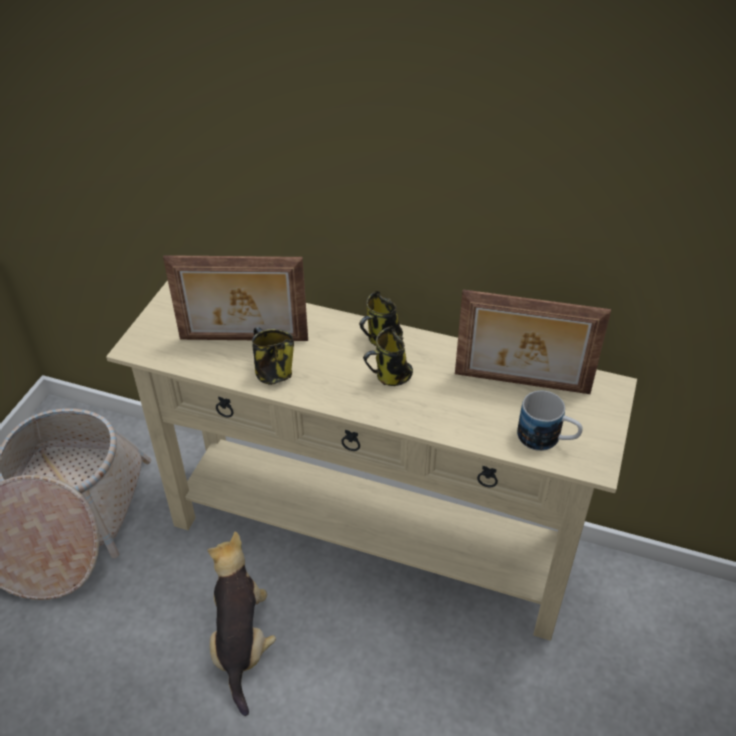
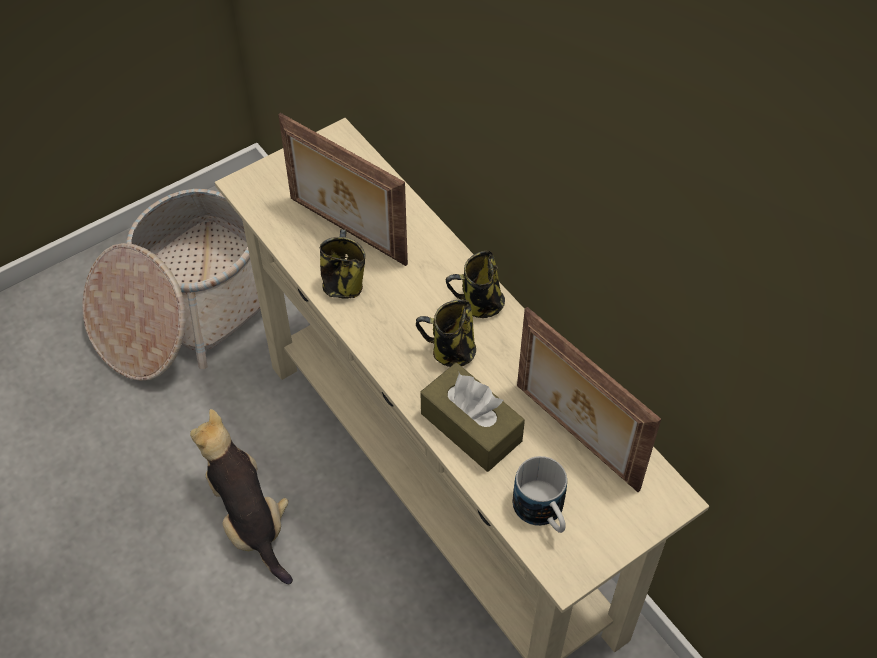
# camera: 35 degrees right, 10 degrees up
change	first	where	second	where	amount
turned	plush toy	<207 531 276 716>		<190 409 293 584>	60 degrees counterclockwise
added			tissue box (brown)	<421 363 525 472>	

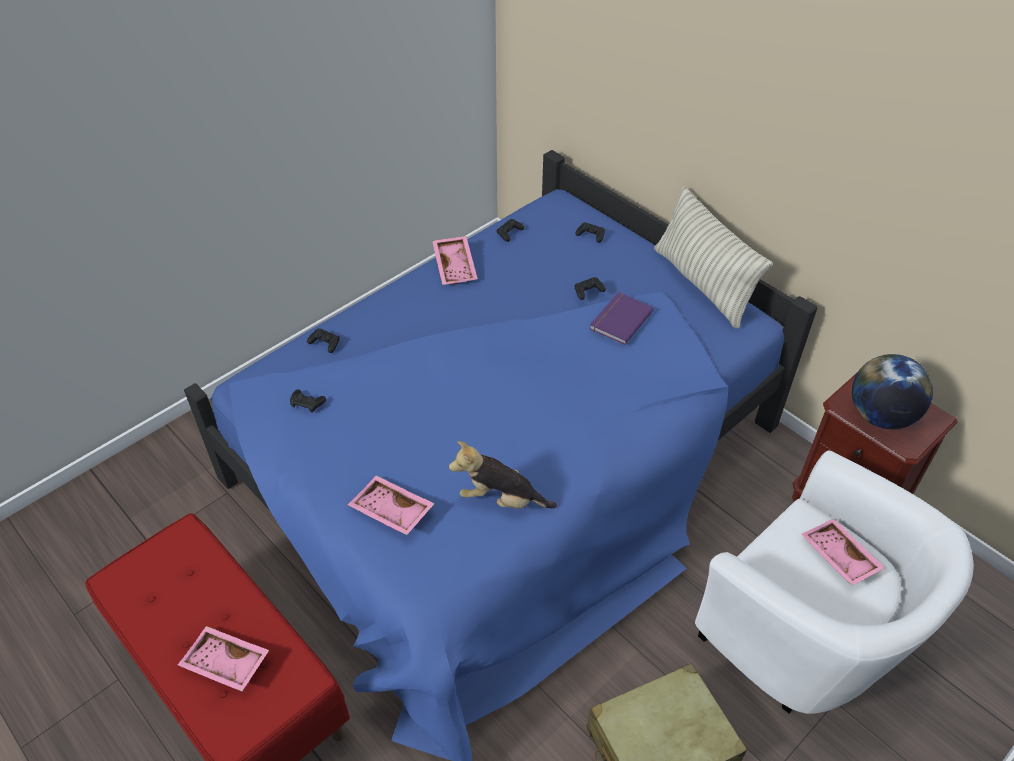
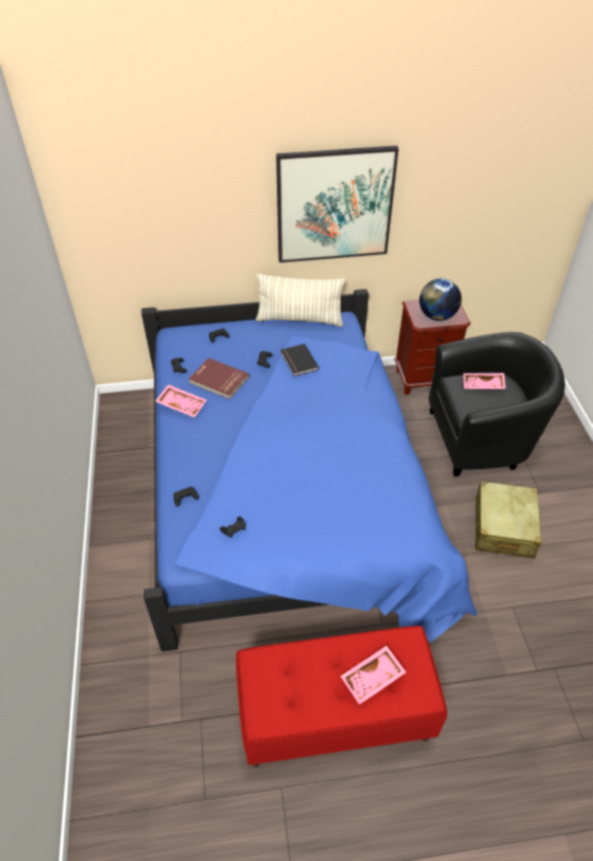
# camera: 55 degrees left, 0 degrees up
change	first	where	second	where	amount
removed	tray (pink)	<348 476 435 535>			
removed	plush toy	<449 441 557 509>			
recoloured	book (purple)	<590 292 654 345>	book (black)	<281 344 319 376>	
recoloured	armchair (white)	<695 450 974 714>	armchair (black)	<429 332 565 477>	
added			book (red)	<189 358 249 399>	
added			picture	<276 146 399 263>	

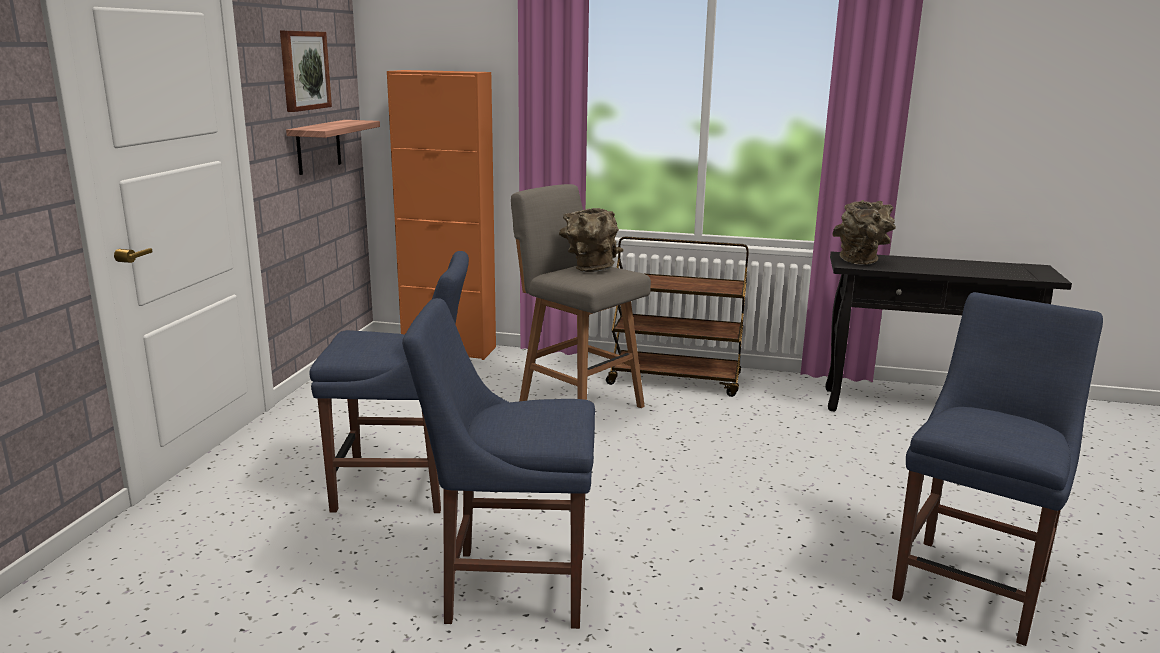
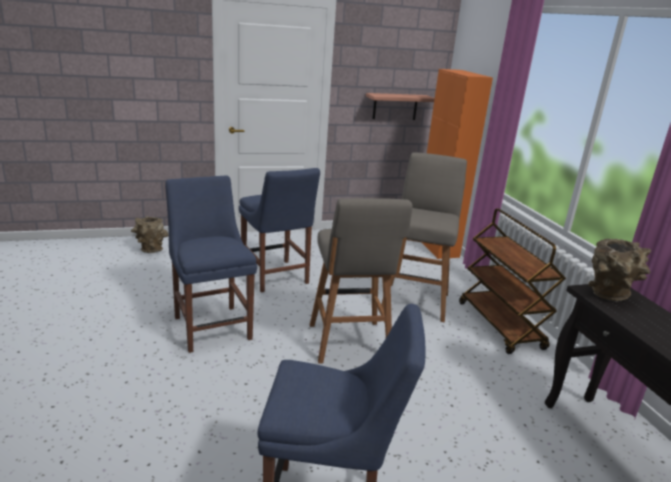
# camera: 60 degrees right, 5 degrees up
change	first	where	second	where	amount
removed	picture	<280 31 332 112>			
moved	vase (brown)	<559 208 624 272>		<131 216 169 253>	
added			stool (grey)	<310 198 412 364>	

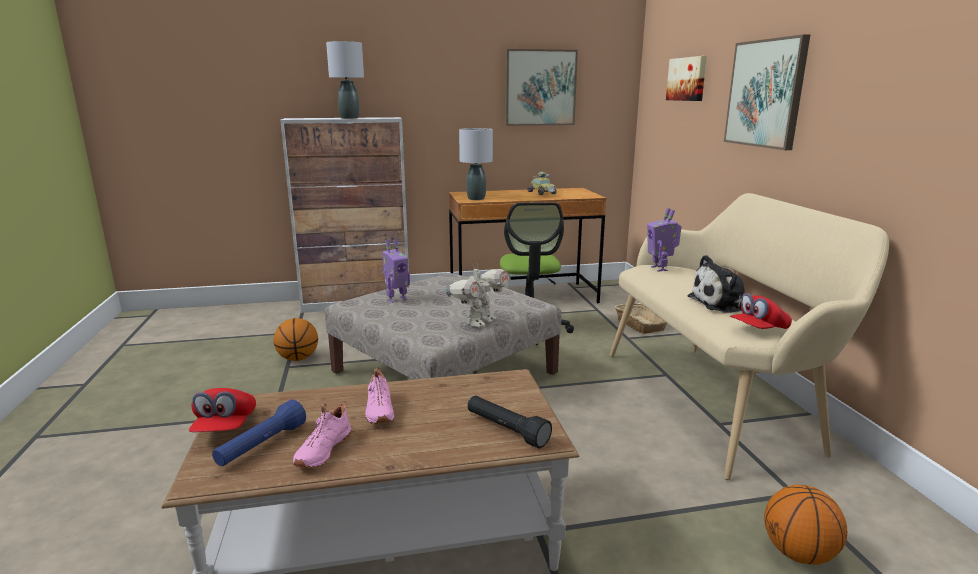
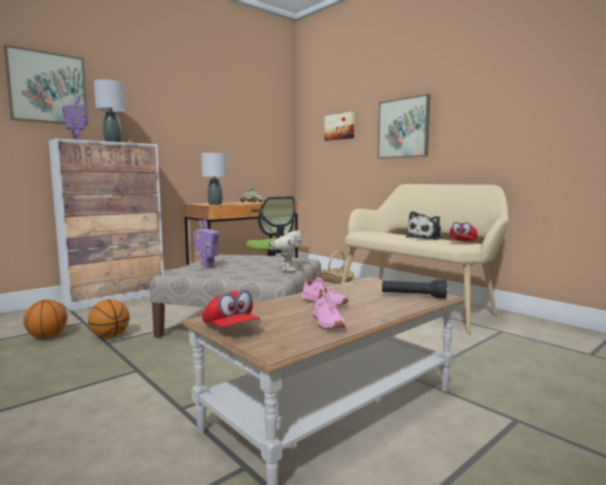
# camera: 30 degrees left, 10 degrees down
change	first	where	second	where	amount
removed	flashlight (blue)	<212 399 306 466>			
moved	picture	<505 49 578 126>		<4 45 88 126>	
moved	toy robot	<647 208 682 272>		<62 95 88 140>	
moved	basketball	<764 485 847 565>		<23 299 67 339>	

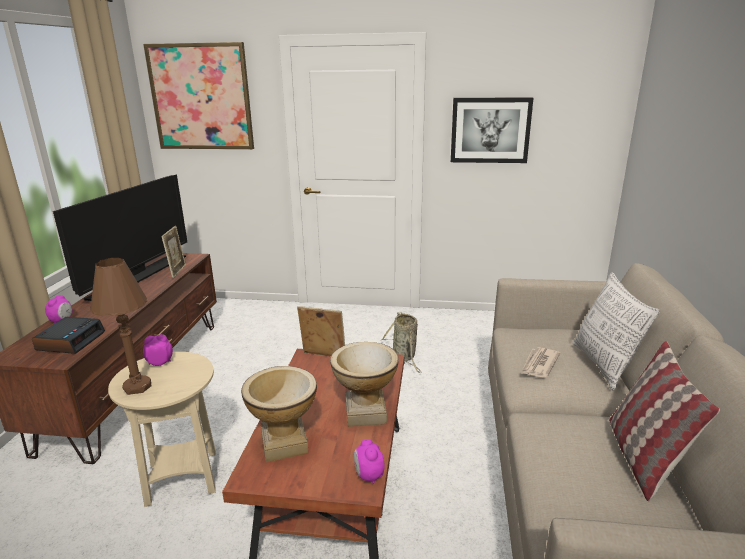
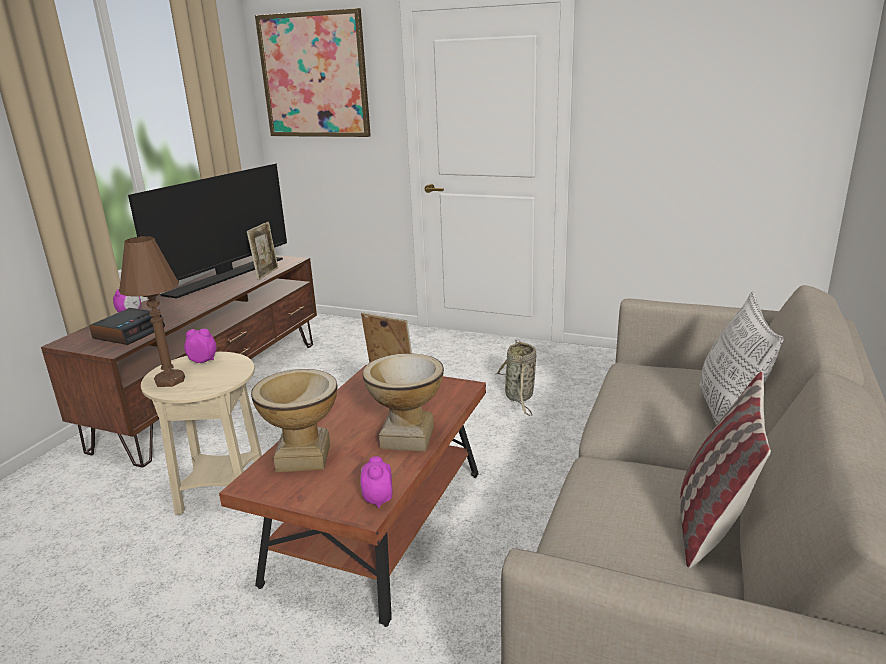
# camera: 15 degrees right, 0 degrees up
change	first	where	second	where	amount
removed	picture	<451 97 533 163>			
removed	newspaper	<521 347 560 378>			

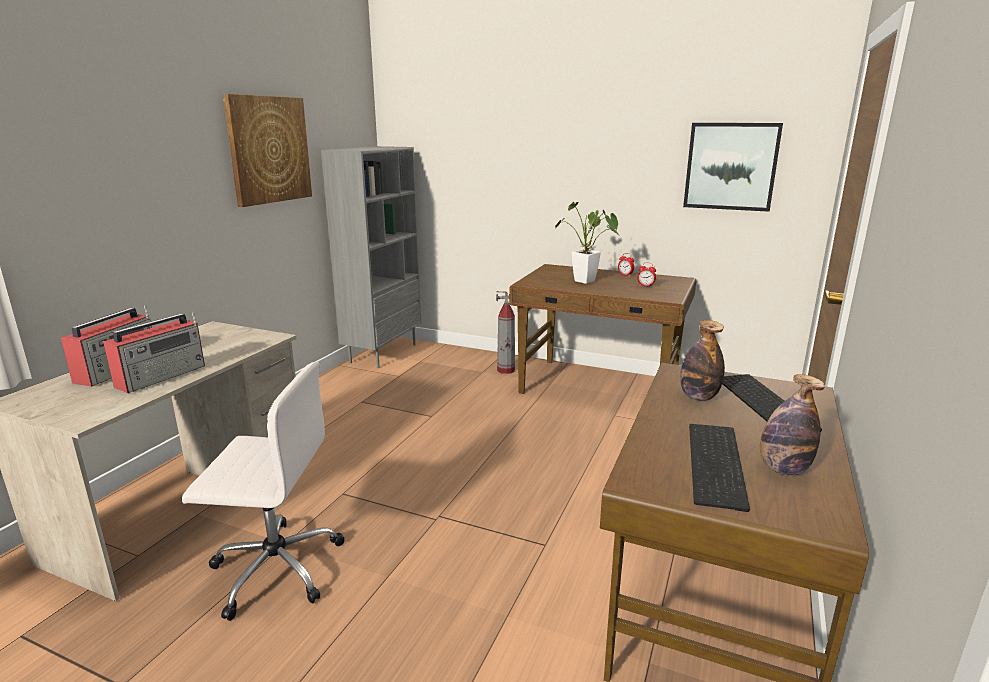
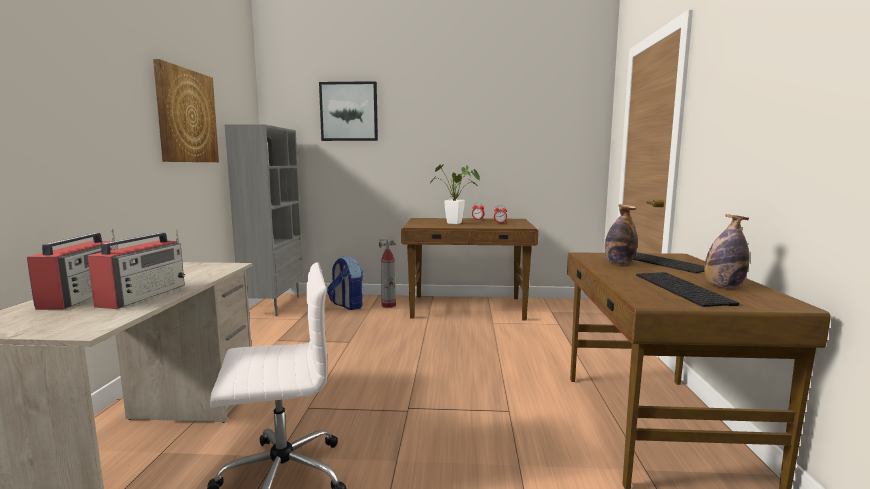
# camera: 20 degrees left, 10 degrees down
change	first	where	second	where	amount
moved	picture	<683 123 783 212>		<319 81 378 141>	
added			backpack	<327 256 364 310>	

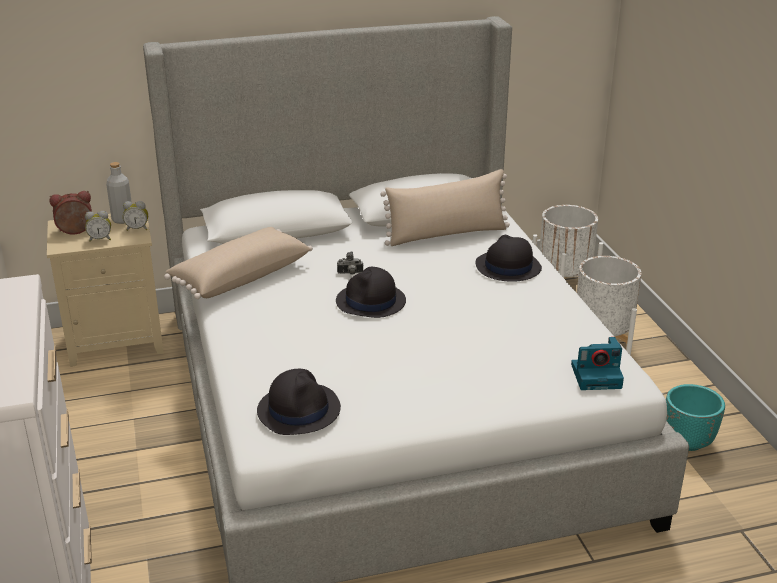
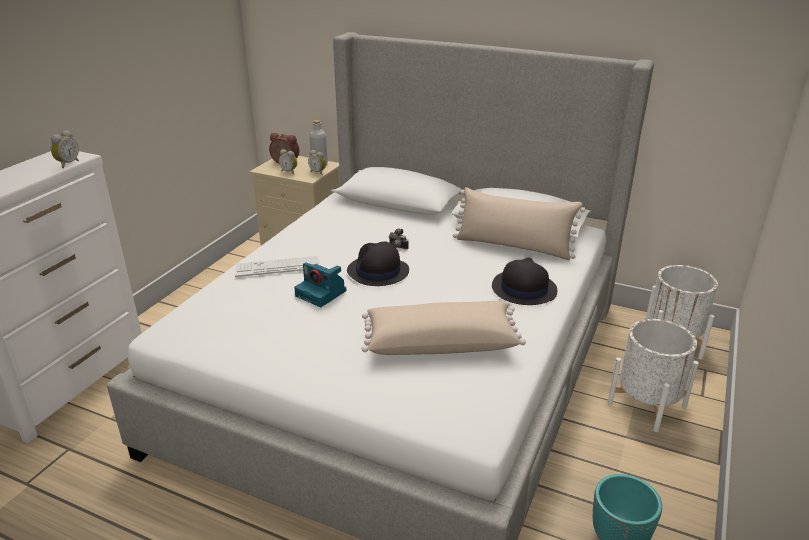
# camera: 40 degrees right, 0 degrees up
change	first	where	second	where	amount
moved	pillow (beige)	<164 227 313 299>		<362 301 526 355>	
removed	hat (black)	<257 369 341 435>			
moved	photo camera	<571 337 624 390>		<294 262 346 307>	
added			alarm clock	<51 130 79 168>	
added			keyboard	<235 256 320 277>	

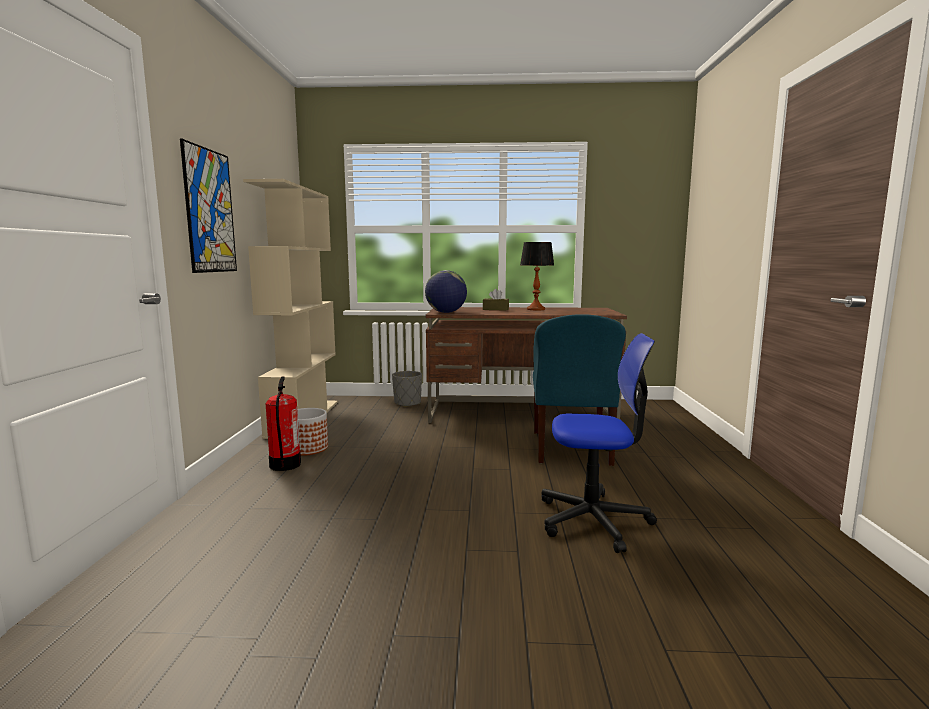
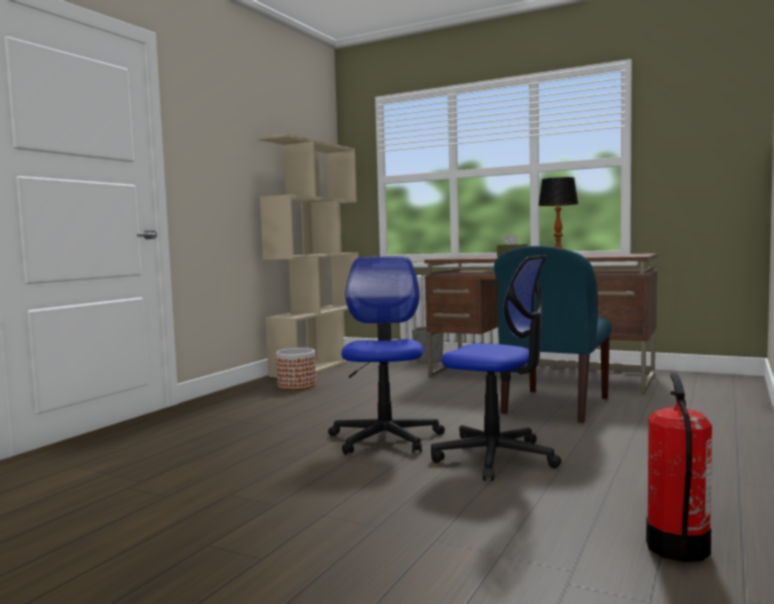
# camera: 25 degrees right, 5 degrees down
change	first	where	second	where	amount
removed	picture	<180 139 237 273>			
moved	fire extinguisher	<266 377 301 471>		<646 373 712 562>	
removed	globe	<425 270 467 313>			
added			office chair	<328 256 445 454>	

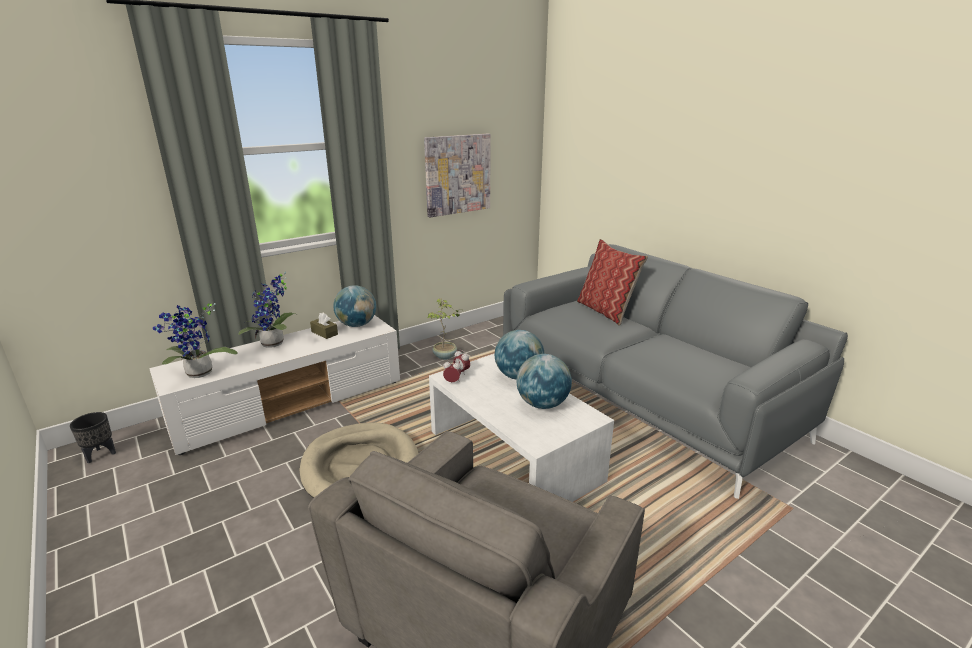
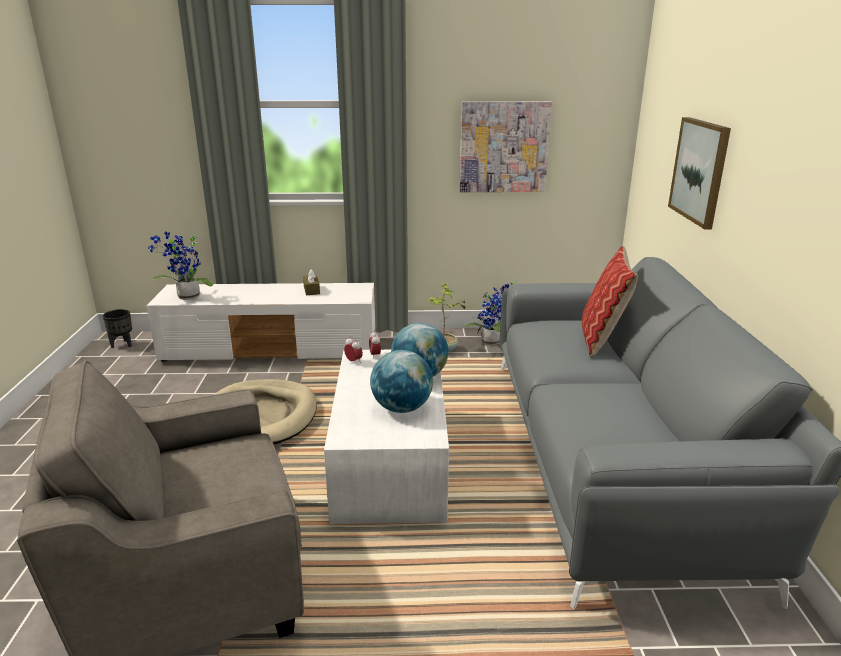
# camera: 35 degrees right, 0 degrees up
change	first	where	second	where	amount
moved	potted plant	<238 272 298 348>		<464 281 517 345>	
removed	globe	<333 285 376 327>			
added			picture	<668 117 731 229>	

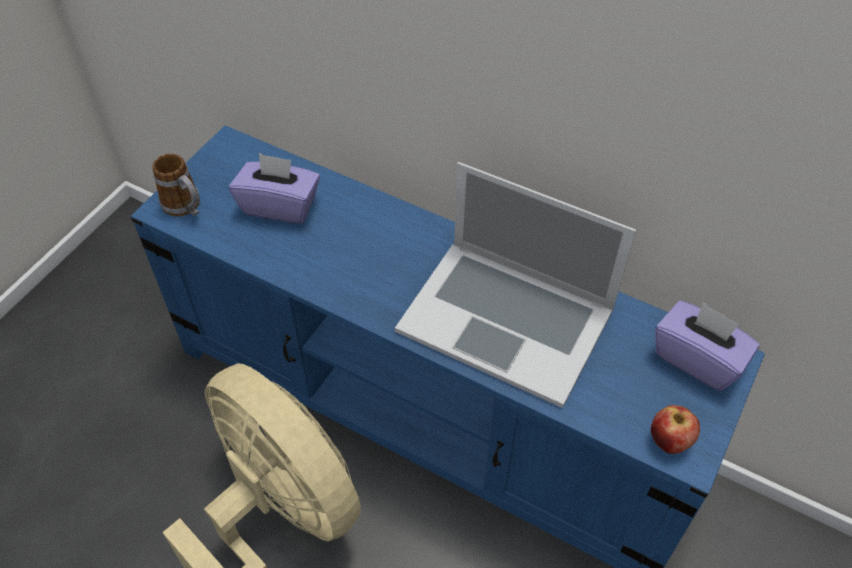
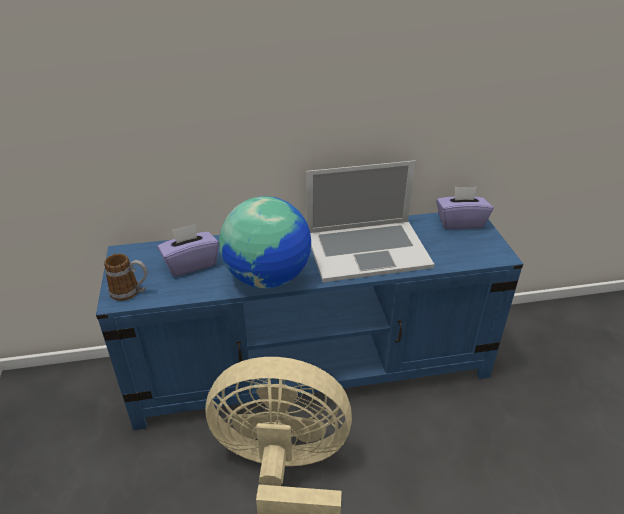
# camera: 40 degrees left, 15 degrees down
change	first	where	second	where	amount
removed	apple	<651 405 700 454>			
added			globe	<219 196 311 288>	

